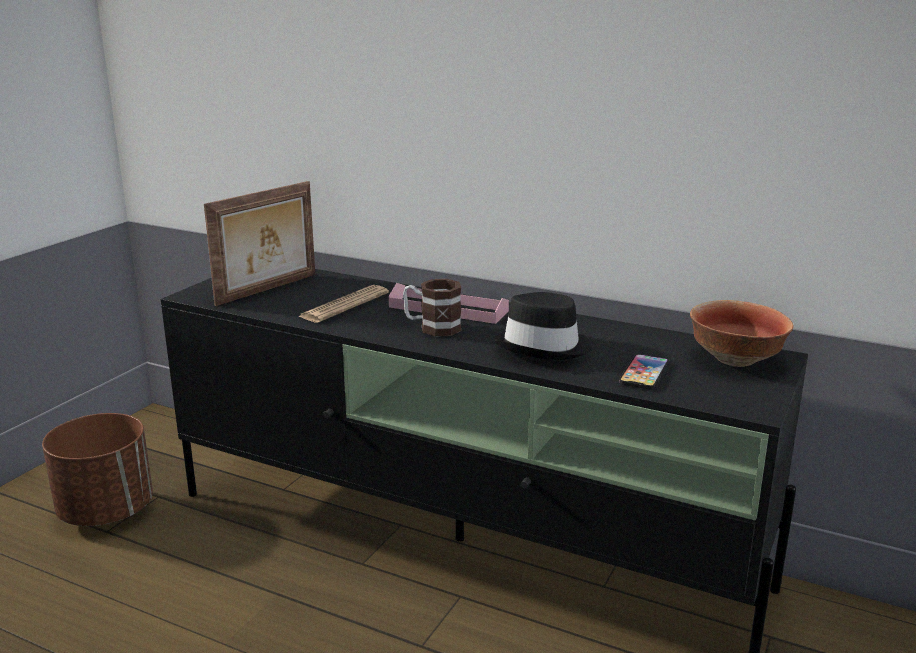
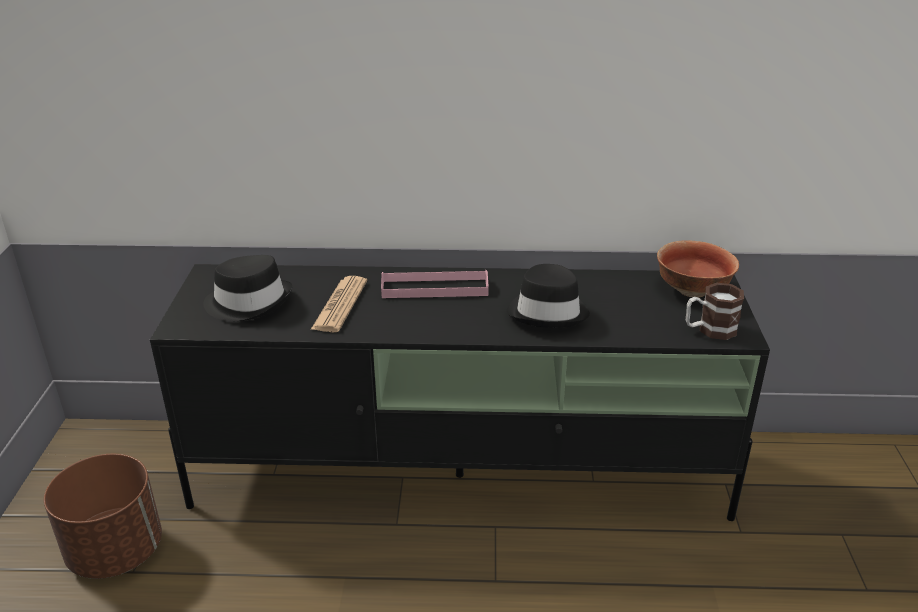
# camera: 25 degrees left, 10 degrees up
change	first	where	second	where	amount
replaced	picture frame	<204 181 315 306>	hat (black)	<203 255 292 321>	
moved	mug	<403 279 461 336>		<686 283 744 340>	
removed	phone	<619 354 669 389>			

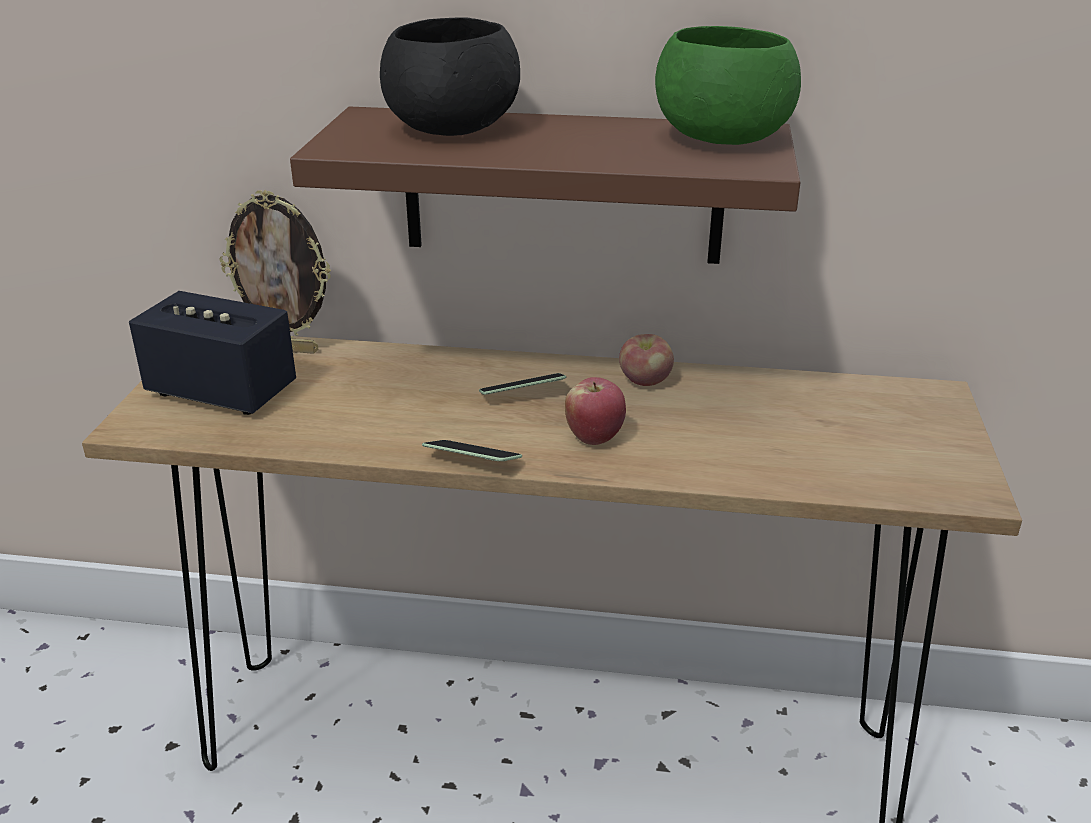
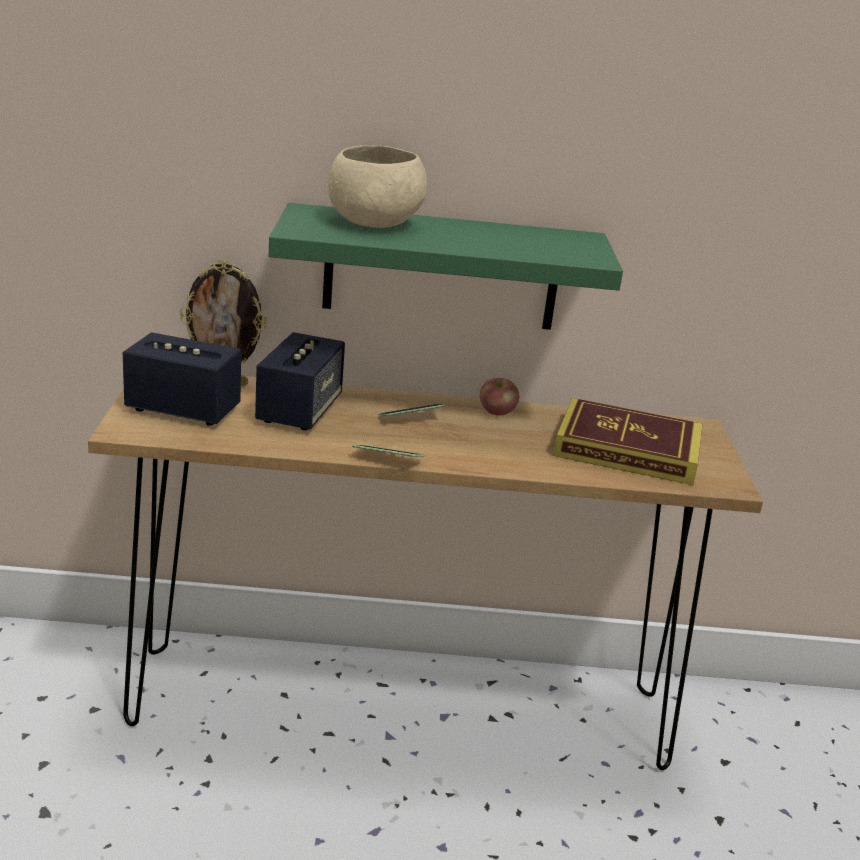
# camera: 10 degrees left, 5 degrees down
change	first	where	second	where	amount
recoloured	shelf (brown)	<290 106 800 264>	shelf (green)	<269 203 623 330>	
recoloured	bowl (black)	<380 17 520 136>	bowl (beige)	<328 146 427 228>	
removed	apple	<565 377 626 445>			
removed	bowl (green)	<655 26 801 145>			
added			speaker	<255 332 345 430>	
added			book	<553 398 703 485>	

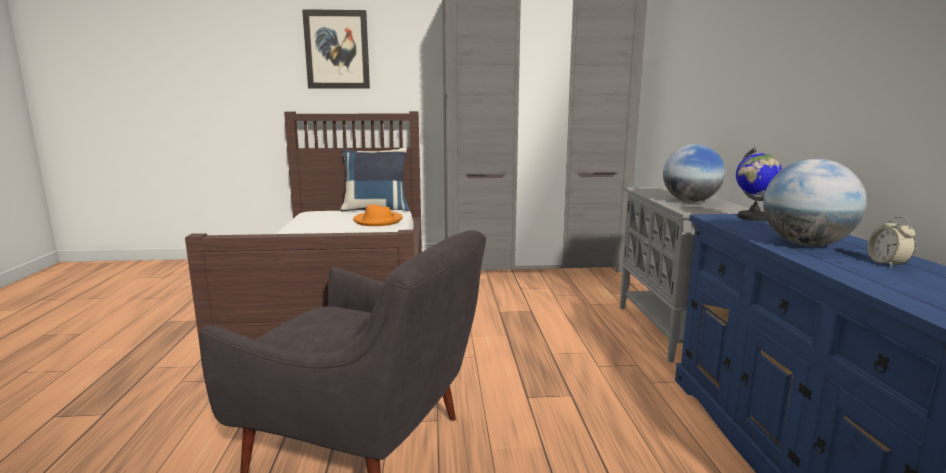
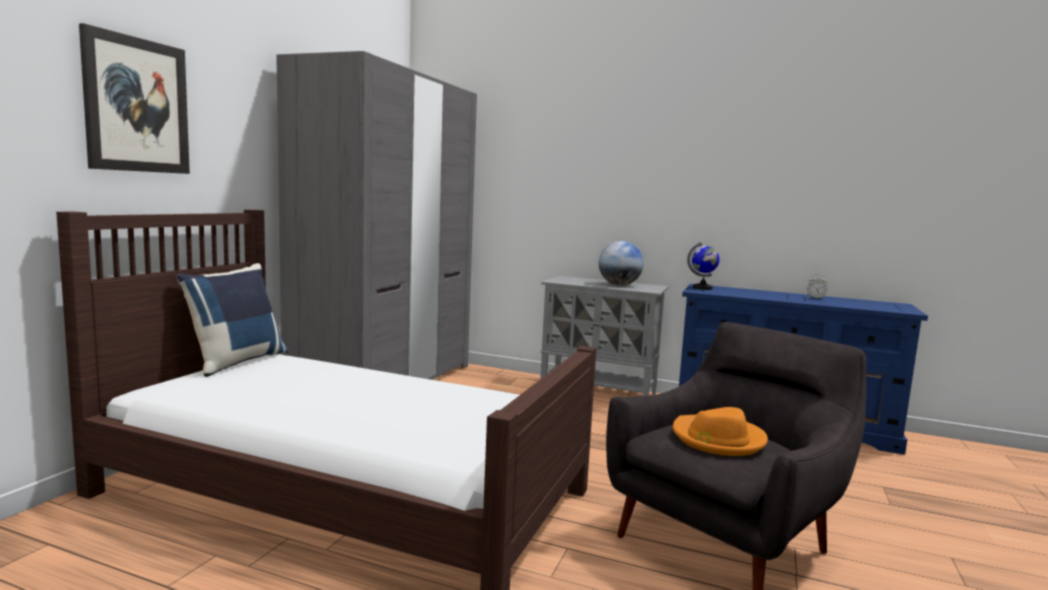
# camera: 65 degrees left, 5 degrees down
change	first	where	second	where	amount
moved	hat (orange)	<353 205 403 226>		<673 407 768 456>	
removed	globe	<763 159 866 246>			

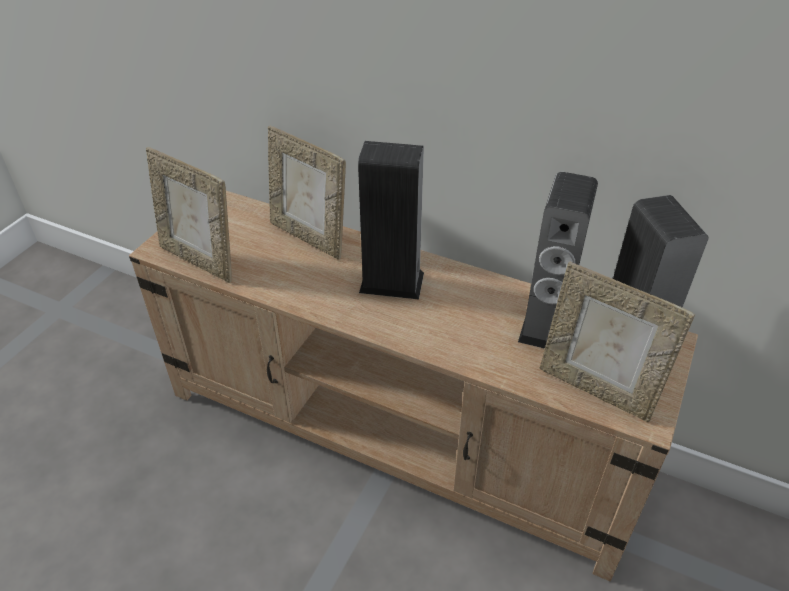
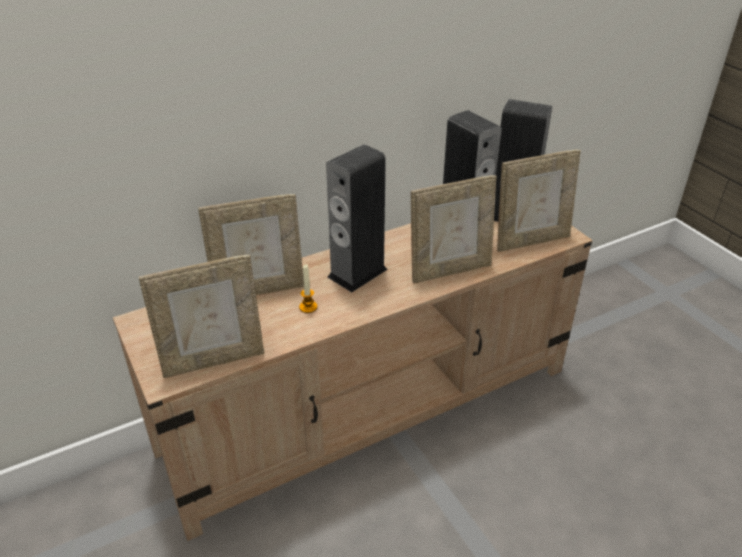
# camera: 55 degrees left, 5 degrees down
change	first	where	second	where	amount
added			candle	<299 264 317 313>	
added			picture frame	<411 175 496 283>	

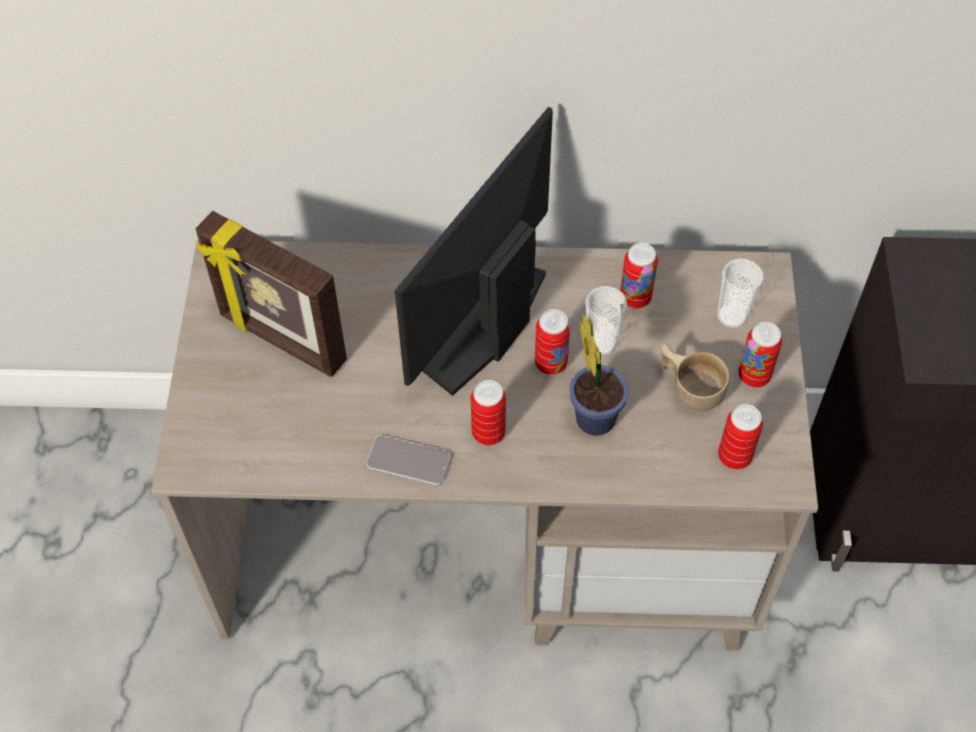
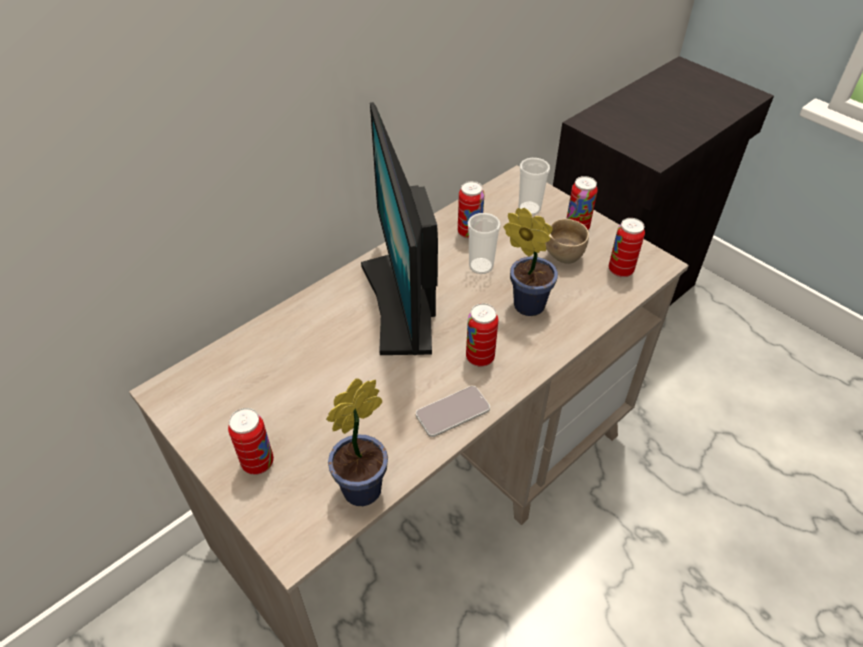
# camera: 45 degrees left, 10 degrees down
change	first	where	second	where	amount
removed	picture frame	<196 211 347 377>			
moved	can	<535 309 570 375>		<228 408 274 475>	
added			potted plant	<326 378 388 506>	

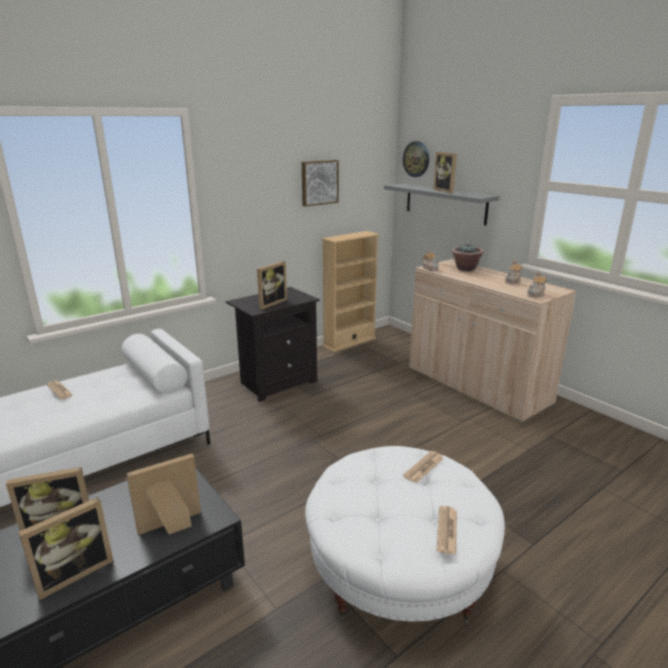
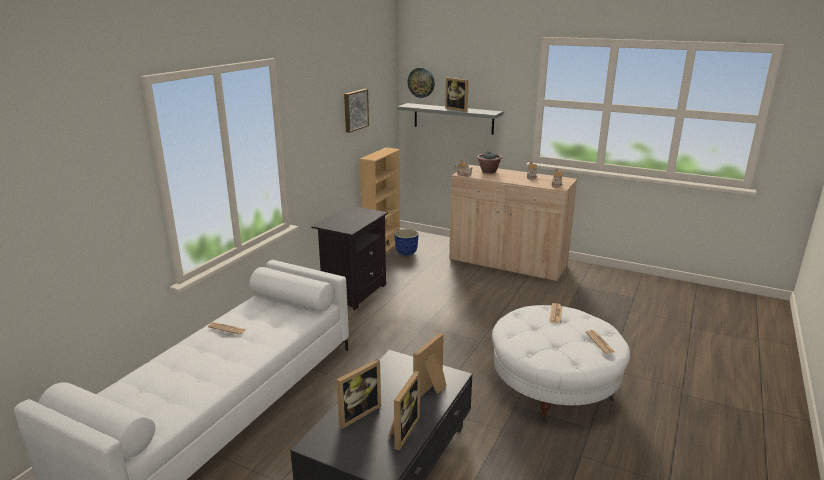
# camera: 25 degrees left, 0 degrees up
change	first	where	second	where	amount
removed	picture frame	<257 261 287 309>			
added			planter	<394 229 419 256>	

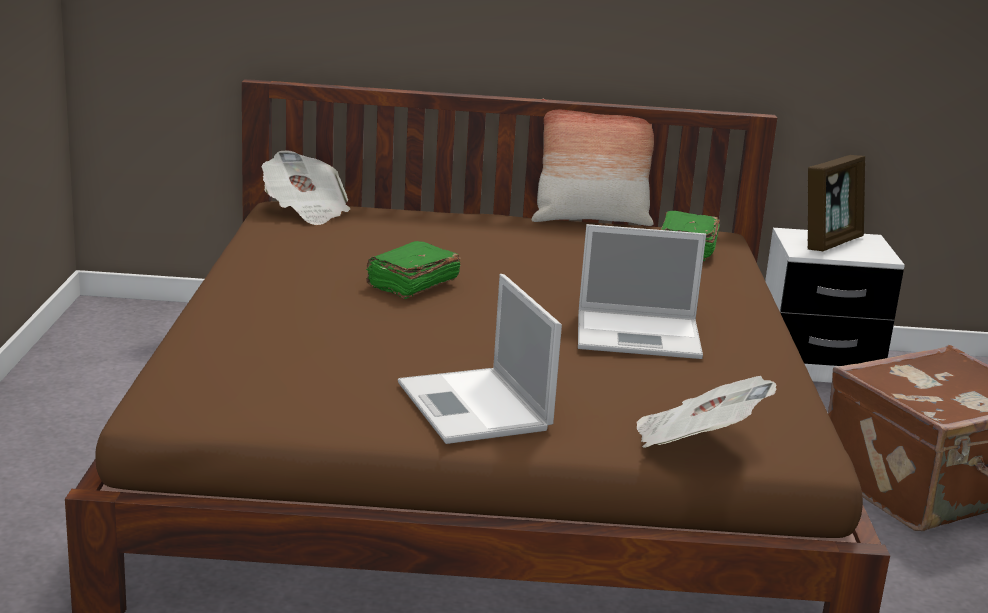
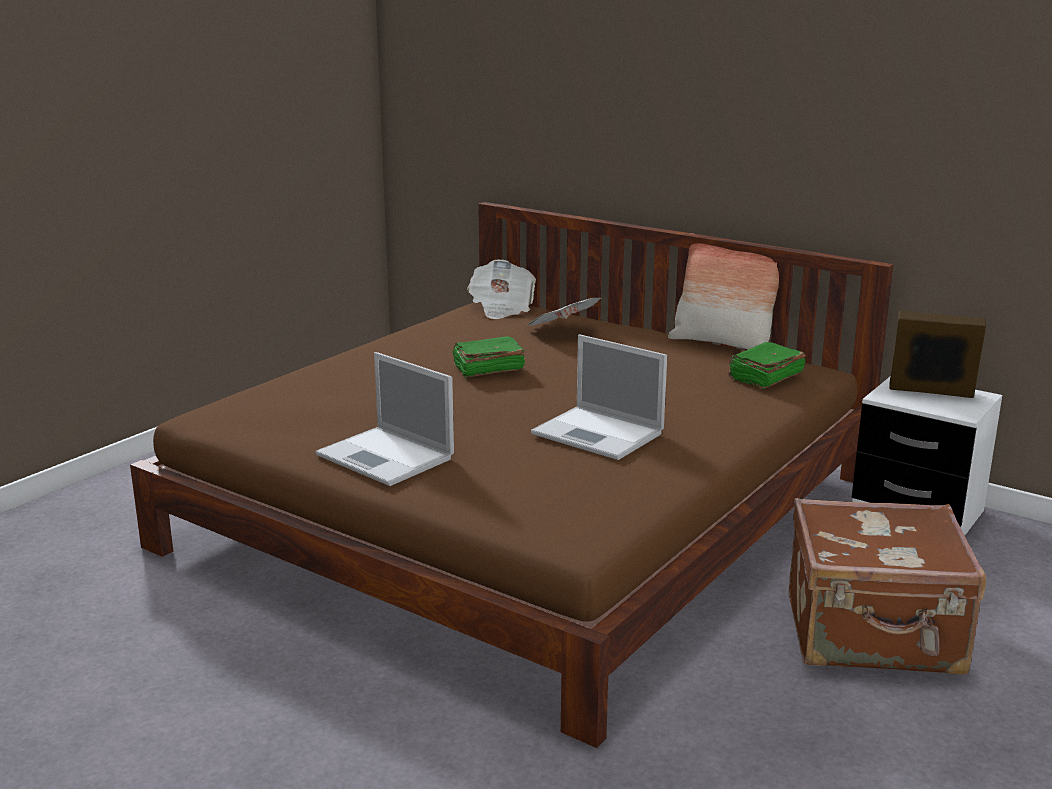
# camera: 35 degrees right, 0 degrees up
change	first	where	second	where	amount
turned	laptop	<398 274 562 444>		<316 352 454 486>	60 degrees counterclockwise
moved	newspaper	<636 376 776 448>		<526 297 601 326>	
turned	picture frame	<808 155 865 251>		<889 311 986 398>	150 degrees counterclockwise

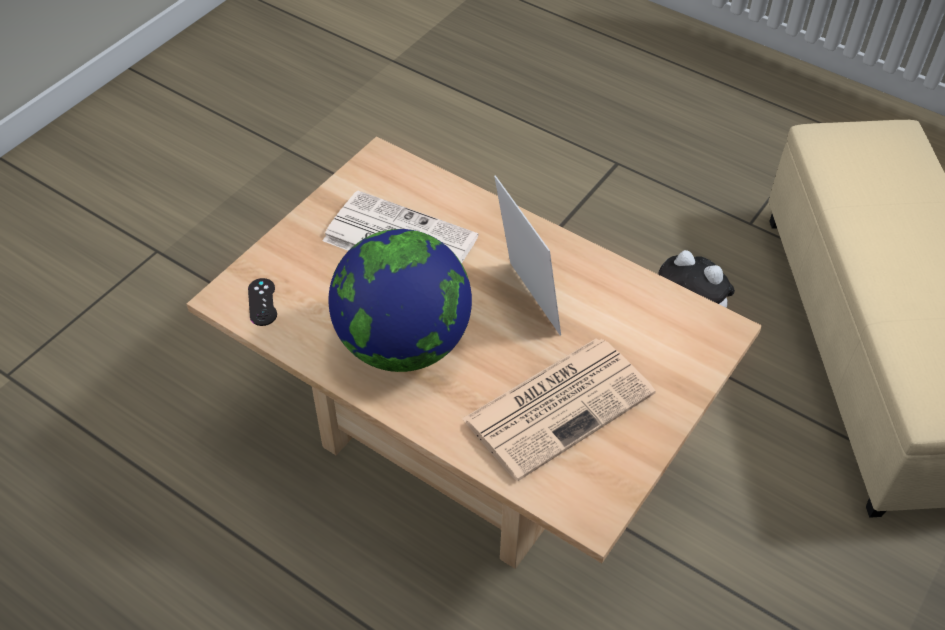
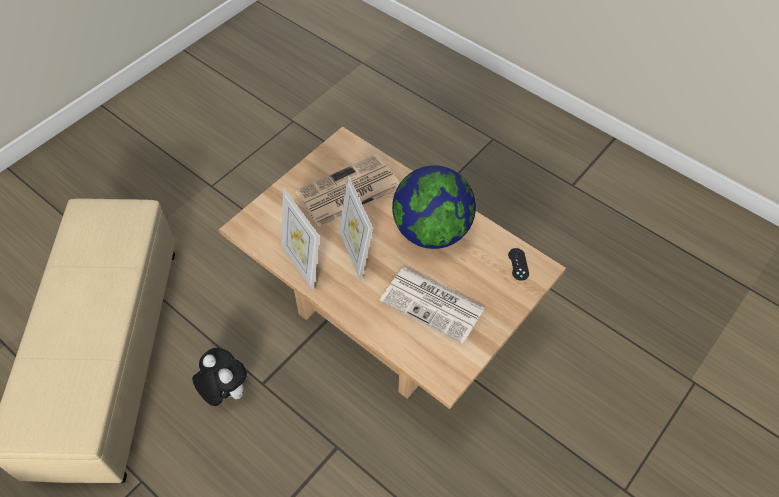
# camera: 175 degrees left, 5 degrees up
change	first	where	second	where	amount
added			picture frame	<281 188 320 291>	

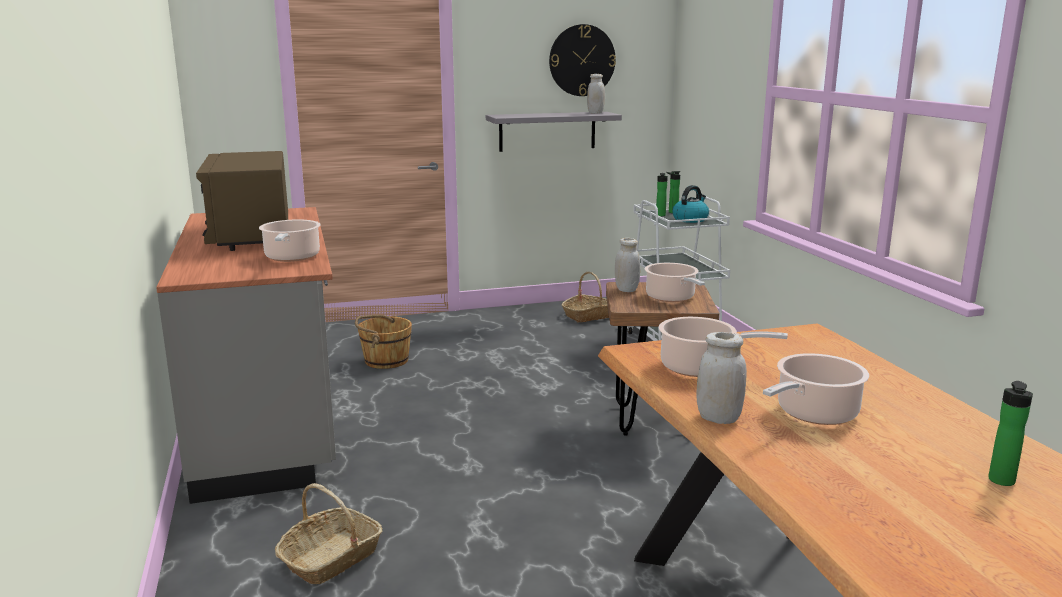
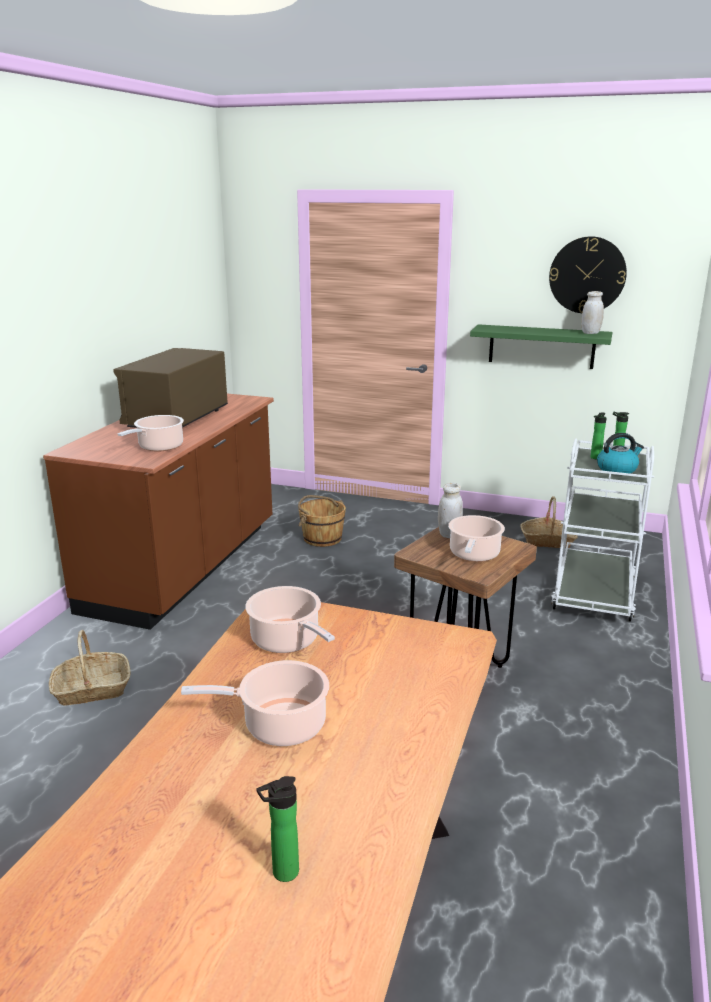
# camera: 35 degrees right, 5 degrees up
change	first	where	second	where	amount
recoloured	counter (grey)	<156 207 336 504>	counter (brown)	<43 394 274 630>	
recoloured	shelf (grey)	<486 112 622 152>	shelf (green)	<470 324 612 369>	
removed	jar (white)	<696 332 747 424>			

